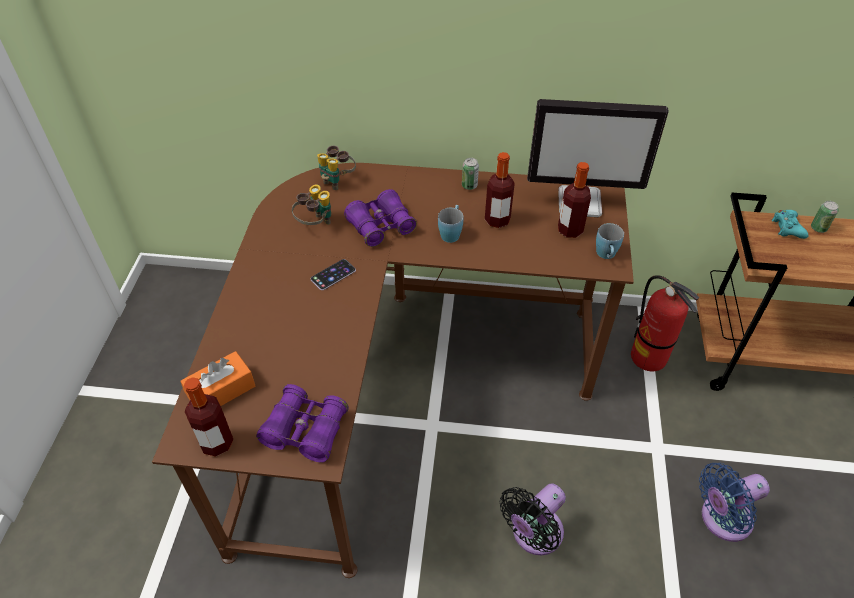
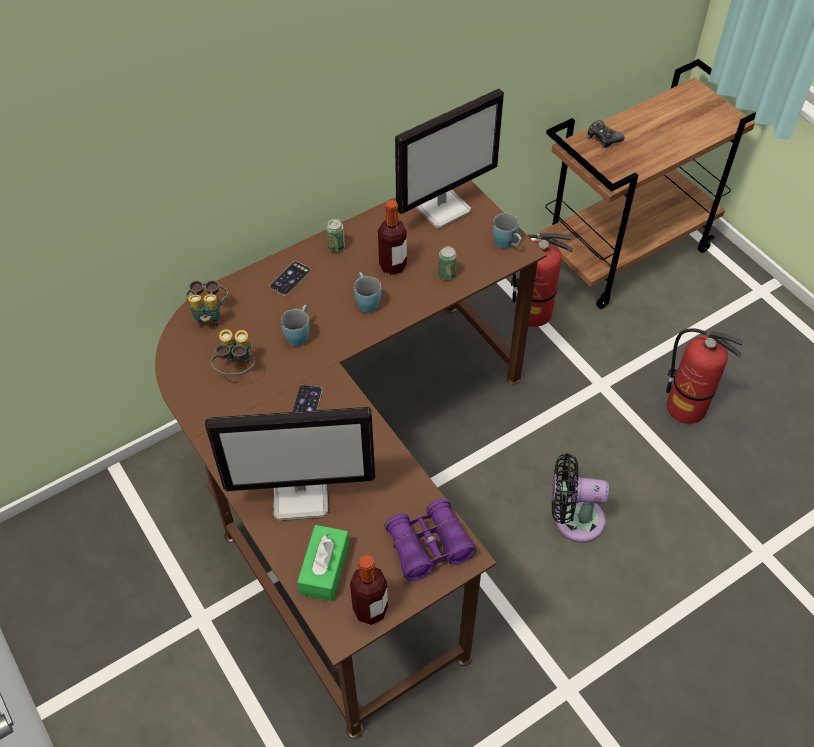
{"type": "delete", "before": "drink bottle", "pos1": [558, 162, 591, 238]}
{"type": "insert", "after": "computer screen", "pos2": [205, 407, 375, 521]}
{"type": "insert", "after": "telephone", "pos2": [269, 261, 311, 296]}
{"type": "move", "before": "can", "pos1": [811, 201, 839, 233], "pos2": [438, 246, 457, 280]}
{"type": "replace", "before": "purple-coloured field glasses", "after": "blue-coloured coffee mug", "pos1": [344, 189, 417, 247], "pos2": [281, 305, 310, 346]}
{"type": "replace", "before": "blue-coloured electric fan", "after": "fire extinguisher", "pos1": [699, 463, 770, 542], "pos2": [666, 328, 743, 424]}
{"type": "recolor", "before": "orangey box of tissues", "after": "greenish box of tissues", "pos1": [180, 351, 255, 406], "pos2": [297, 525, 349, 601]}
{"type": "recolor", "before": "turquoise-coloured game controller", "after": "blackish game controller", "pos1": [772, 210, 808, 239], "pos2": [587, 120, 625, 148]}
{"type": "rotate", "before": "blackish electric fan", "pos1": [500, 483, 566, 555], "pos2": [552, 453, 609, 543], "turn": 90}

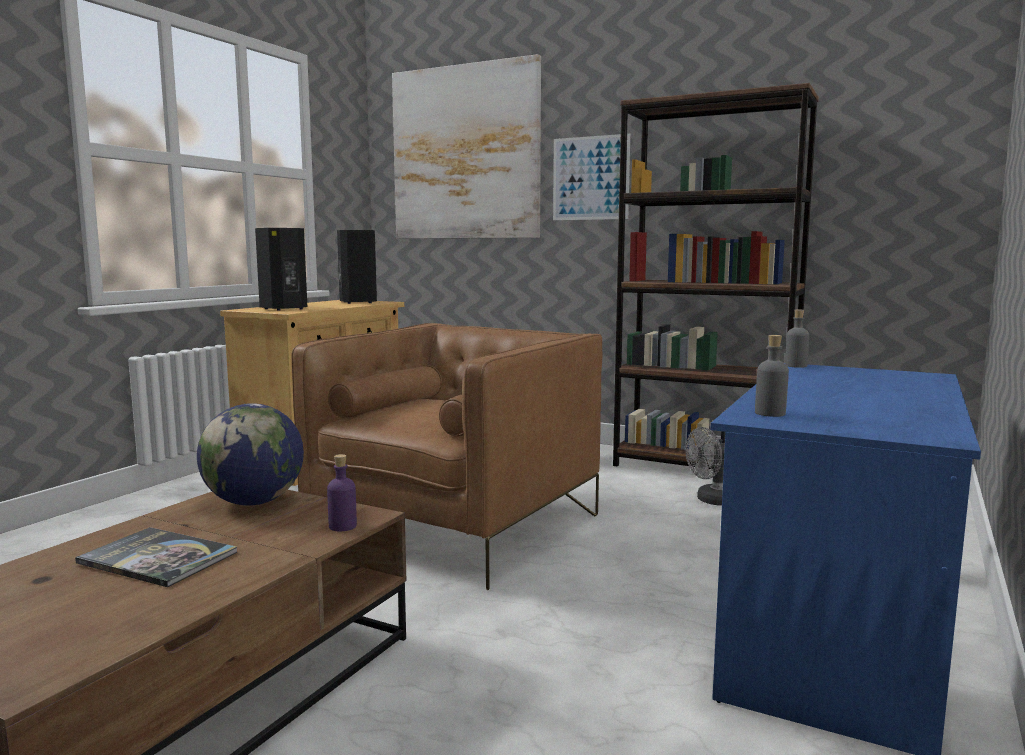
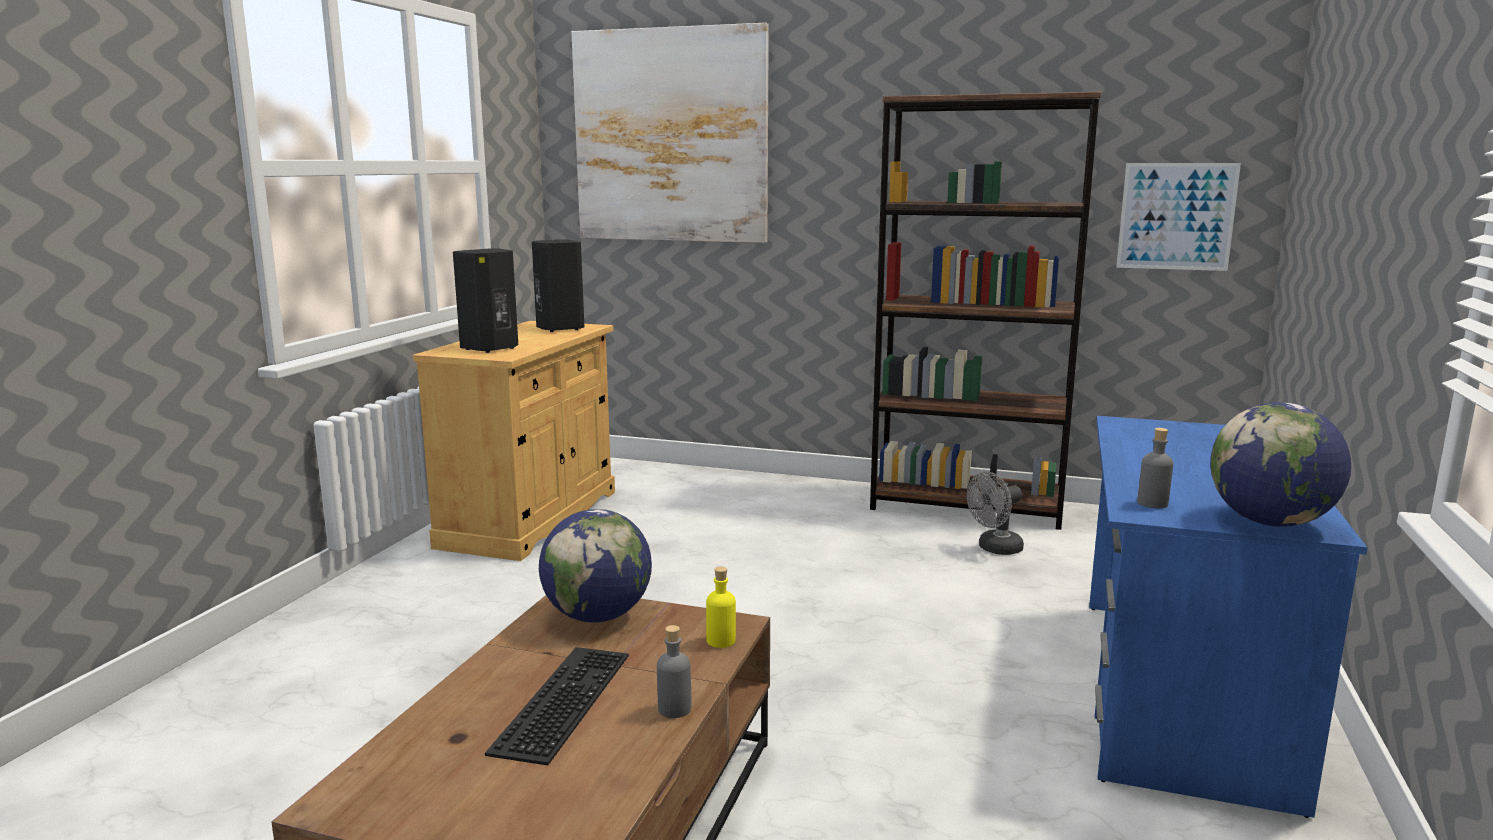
{"type": "delete", "before": "brown armchair", "pos1": [291, 323, 603, 590]}
{"type": "insert", "after": "globe", "pos2": [1210, 402, 1351, 527]}
{"type": "move", "before": "wall picture", "pos1": [553, 134, 630, 220], "pos2": [1116, 163, 1241, 271]}
{"type": "move", "before": "gray drink bottle", "pos1": [785, 310, 809, 368], "pos2": [657, 625, 691, 718]}
{"type": "replace", "before": "book", "after": "computer keyboard", "pos1": [75, 527, 238, 587], "pos2": [485, 647, 629, 765]}
{"type": "recolor", "before": "purple-coloured drink bottle", "after": "yellowish drink bottle", "pos1": [327, 454, 357, 531], "pos2": [706, 567, 736, 648]}

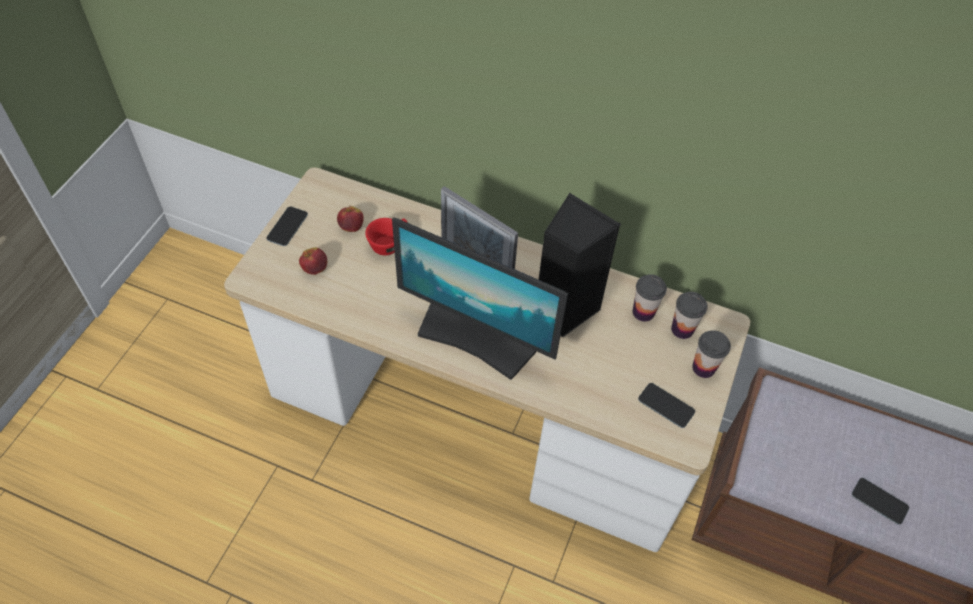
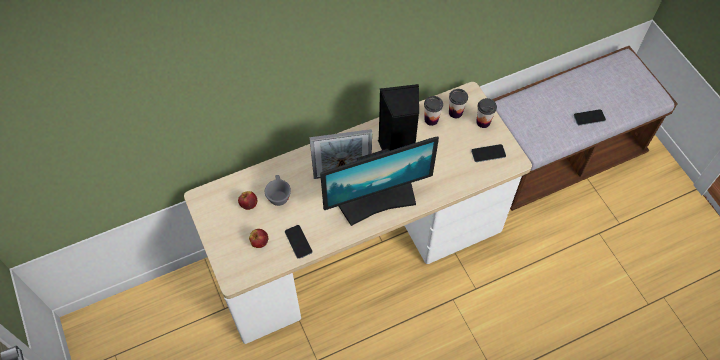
{"type": "move", "before": "telephone", "pos1": [266, 207, 308, 246], "pos2": [285, 225, 312, 259]}
{"type": "recolor", "before": "reddish cup", "after": "gray cup", "pos1": [365, 218, 407, 255], "pos2": [265, 175, 291, 206]}

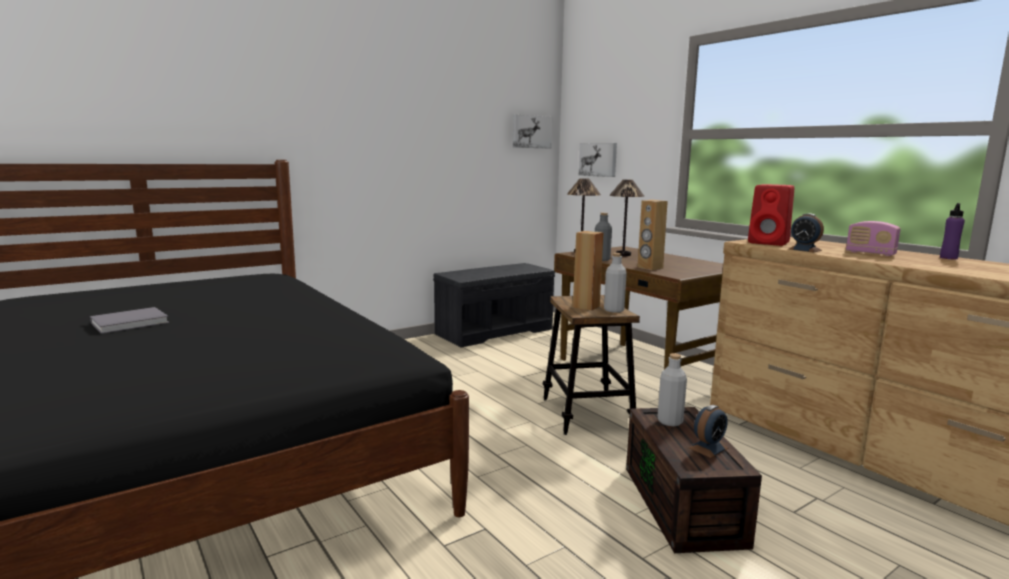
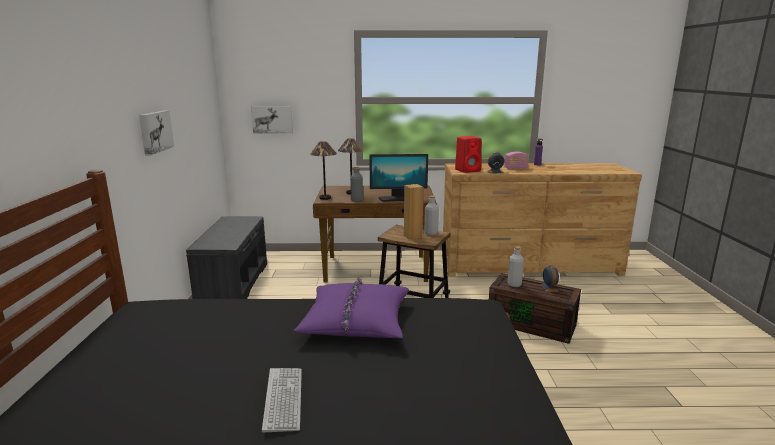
{"type": "insert", "after": "purple-coloured pillow", "pos2": [293, 277, 409, 338]}
{"type": "move", "before": "wall picture", "pos1": [513, 115, 552, 148], "pos2": [139, 110, 174, 155]}
{"type": "replace", "before": "gray book", "after": "computer keyboard", "pos1": [90, 307, 169, 334], "pos2": [262, 368, 302, 433]}
{"type": "replace", "before": "brown loudspeaker", "after": "computer screen", "pos1": [637, 200, 668, 270], "pos2": [369, 154, 428, 202]}

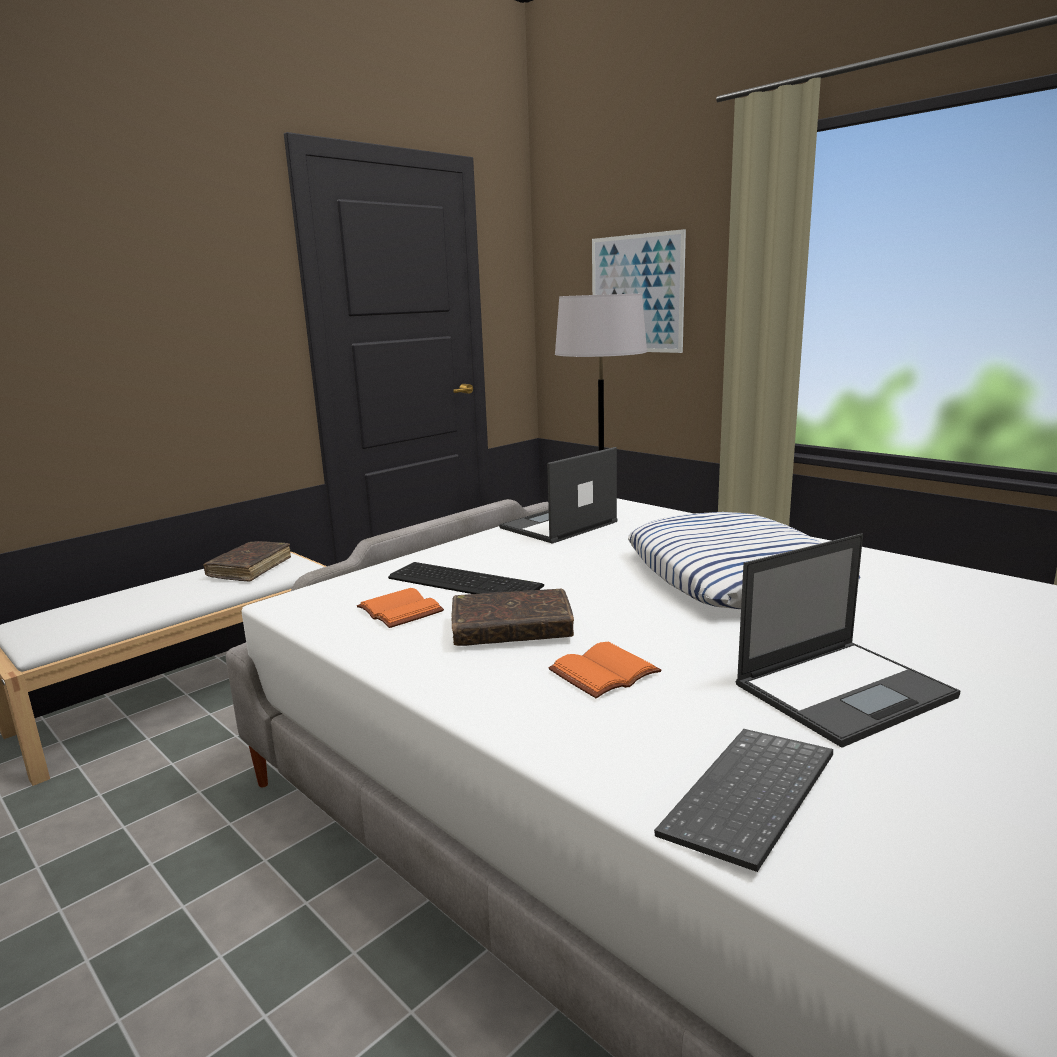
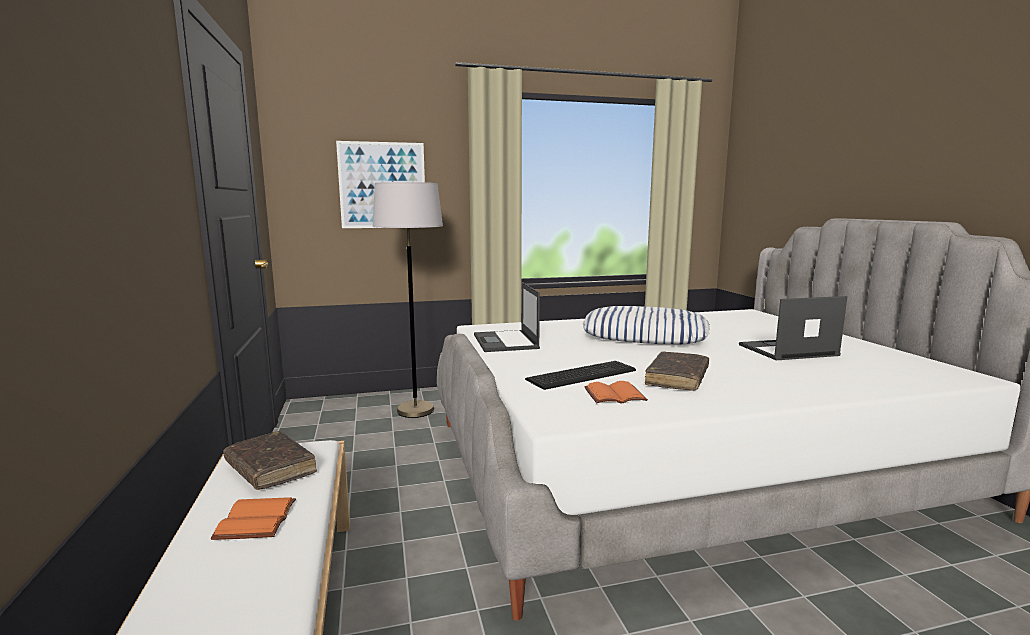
{"type": "delete", "before": "computer keyboard", "pos1": [654, 729, 833, 872]}
{"type": "move", "before": "orangey book", "pos1": [549, 642, 661, 699], "pos2": [210, 497, 296, 540]}
{"type": "rotate", "before": "portable computer", "pos1": [736, 533, 960, 748], "pos2": [739, 296, 847, 360], "turn": -105}

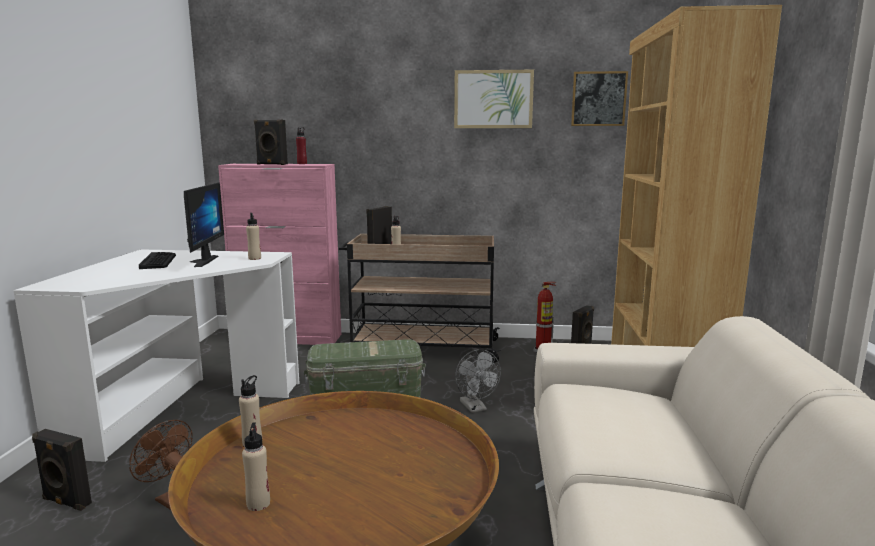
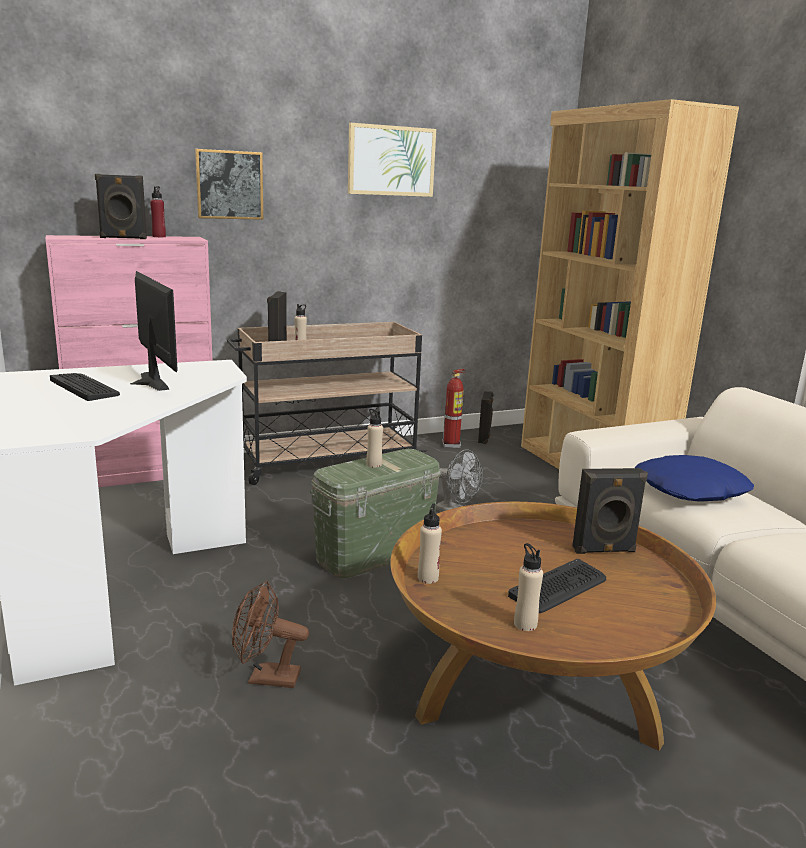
{"type": "insert", "after": "computer keyboard", "pos2": [508, 559, 606, 613]}
{"type": "insert", "after": "blue-coloured pillow", "pos2": [635, 455, 754, 502]}
{"type": "move", "before": "blackish loudspeaker", "pos1": [32, 429, 92, 511], "pos2": [572, 468, 648, 554]}
{"type": "move", "before": "beige-coloured drink bottle", "pos1": [246, 213, 261, 260], "pos2": [366, 409, 383, 467]}
{"type": "move", "before": "wall picture", "pos1": [571, 71, 628, 126], "pos2": [195, 149, 263, 220]}

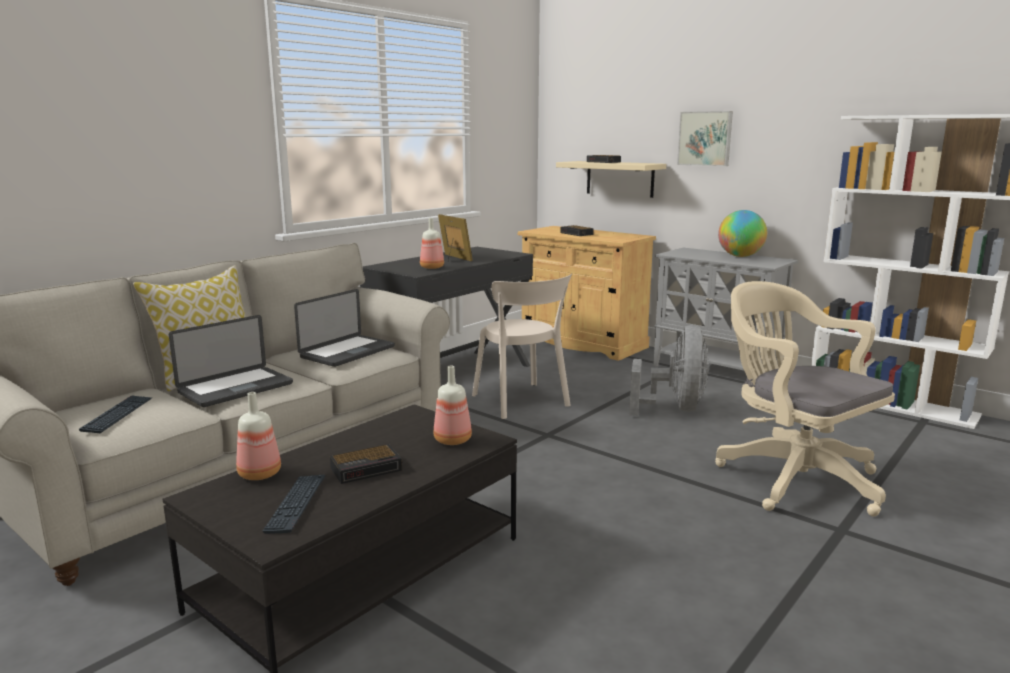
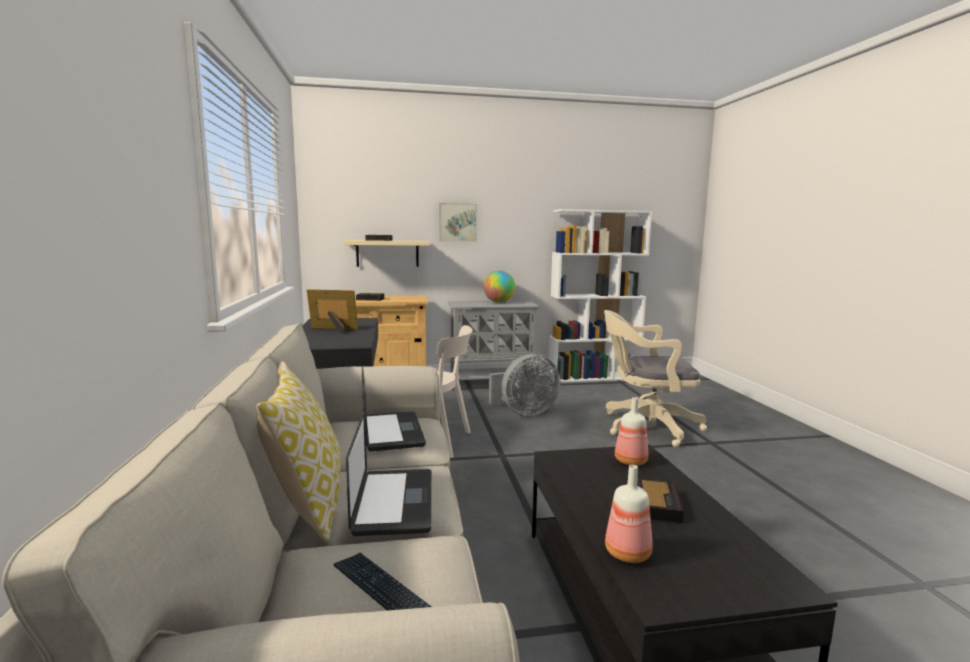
{"type": "delete", "before": "computer keyboard", "pos1": [263, 475, 325, 534]}
{"type": "delete", "before": "drink bottle", "pos1": [420, 218, 444, 269]}
{"type": "rotate", "before": "gray electric fan", "pos1": [629, 325, 709, 416], "pos2": [489, 354, 560, 416], "turn": 105}

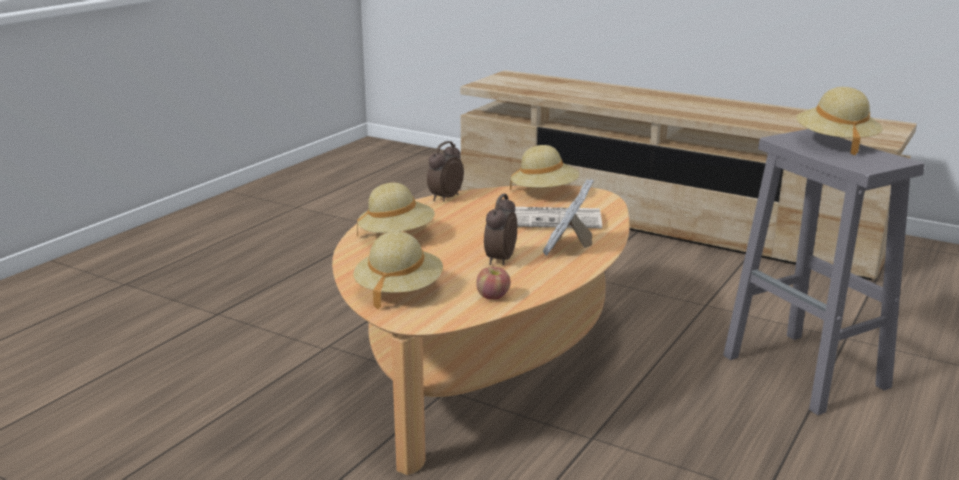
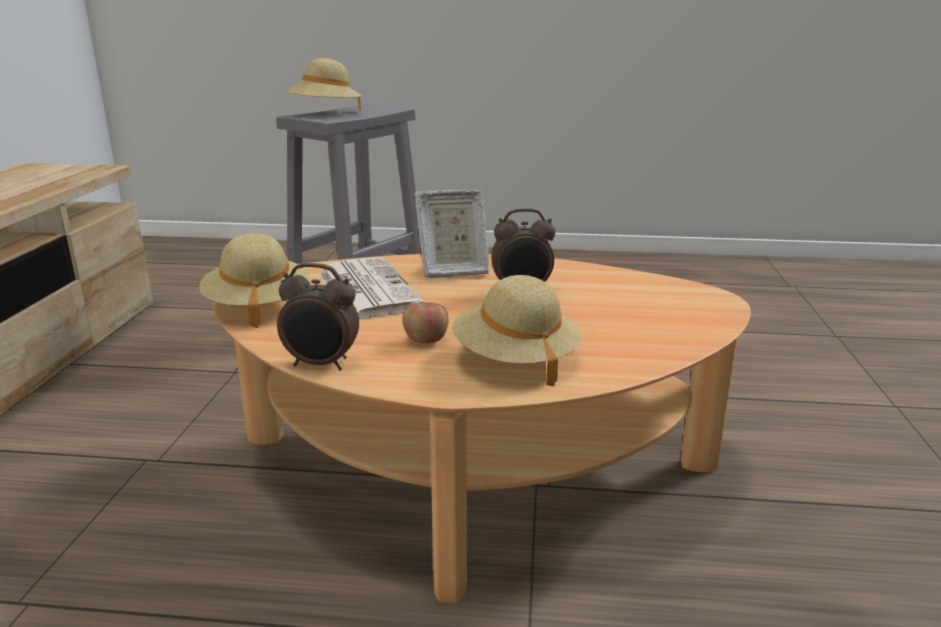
{"type": "delete", "before": "beige-coloured clothing hat", "pos1": [353, 231, 443, 310]}
{"type": "move", "before": "apple fruit", "pos1": [476, 267, 511, 300], "pos2": [403, 302, 449, 343]}

